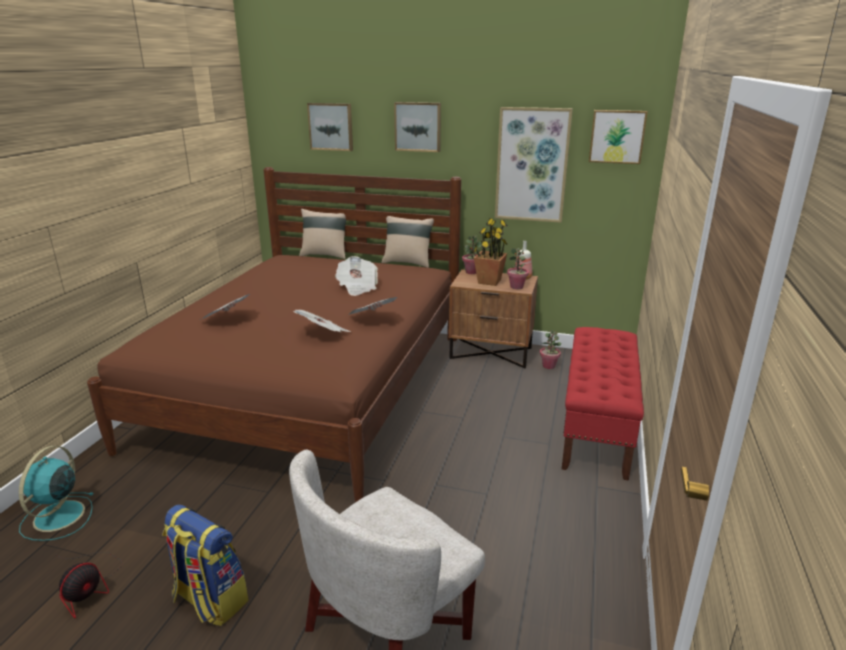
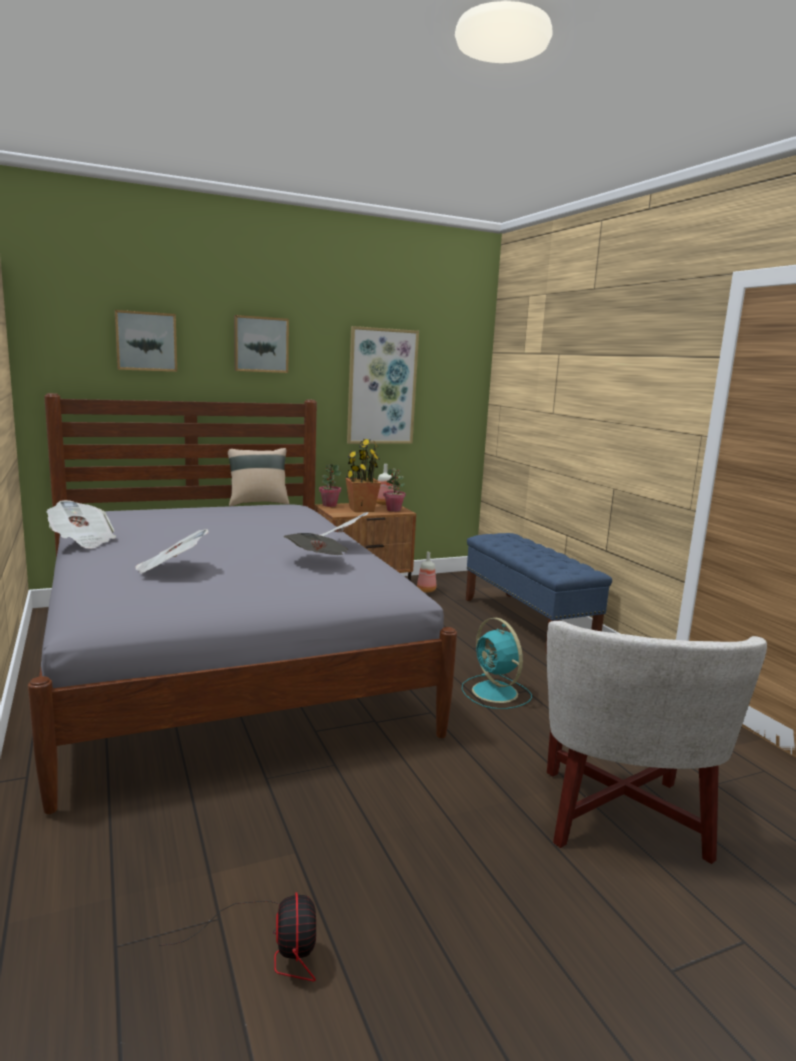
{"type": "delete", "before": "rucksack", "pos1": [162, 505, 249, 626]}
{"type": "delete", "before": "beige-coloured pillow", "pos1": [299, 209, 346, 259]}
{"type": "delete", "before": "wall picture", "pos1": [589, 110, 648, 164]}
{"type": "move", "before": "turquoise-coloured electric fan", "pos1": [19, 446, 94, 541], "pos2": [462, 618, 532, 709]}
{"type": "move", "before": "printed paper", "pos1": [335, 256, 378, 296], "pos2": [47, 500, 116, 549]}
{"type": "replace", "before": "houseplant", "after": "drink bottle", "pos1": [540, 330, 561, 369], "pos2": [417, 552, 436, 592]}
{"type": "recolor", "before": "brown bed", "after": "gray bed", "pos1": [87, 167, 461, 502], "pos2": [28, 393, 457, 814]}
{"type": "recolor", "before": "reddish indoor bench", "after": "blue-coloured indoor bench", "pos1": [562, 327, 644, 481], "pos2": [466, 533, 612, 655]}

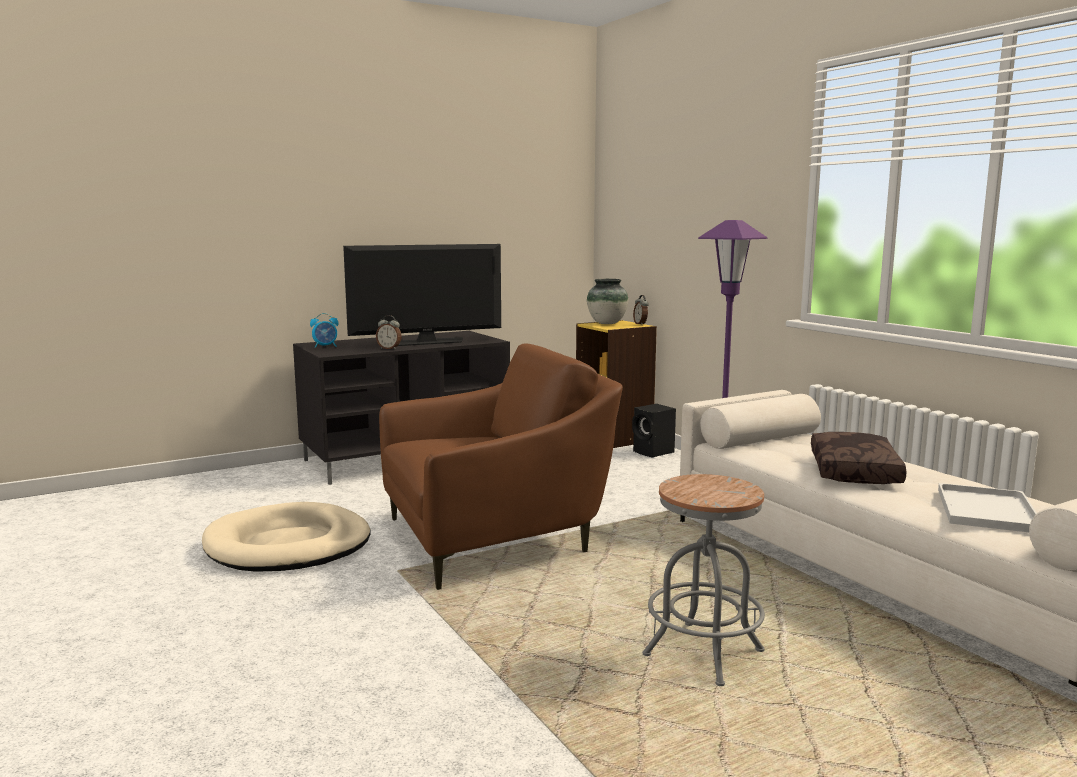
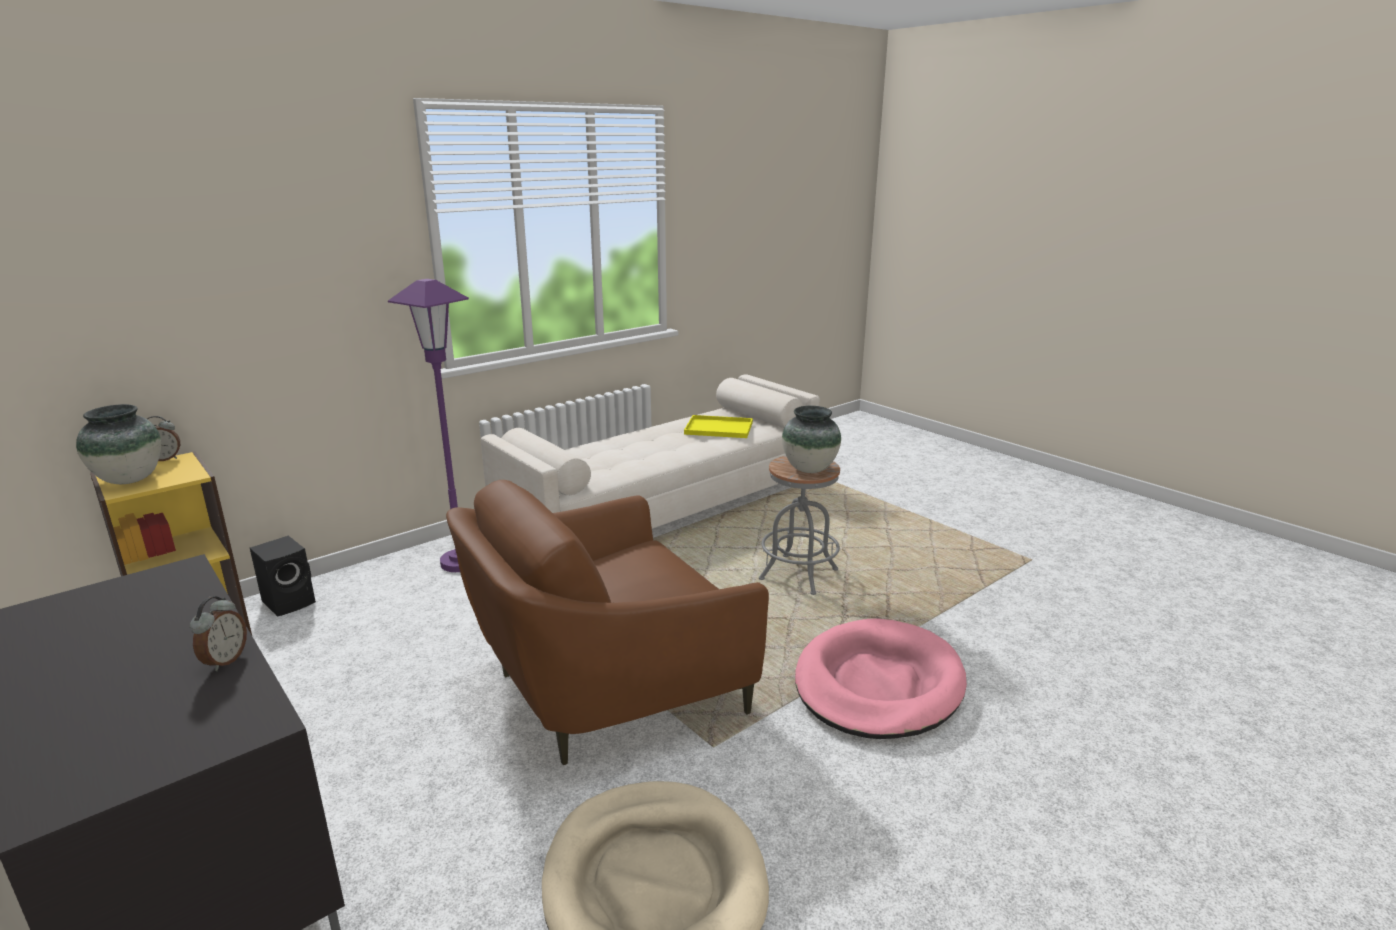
{"type": "delete", "before": "table clock", "pos1": [310, 313, 339, 348]}
{"type": "delete", "before": "TV set", "pos1": [343, 244, 501, 346]}
{"type": "delete", "before": "brown pillow", "pos1": [811, 432, 907, 484]}
{"type": "insert", "after": "vase", "pos2": [782, 406, 841, 473]}
{"type": "insert", "after": "pink-coloured dog bed", "pos2": [795, 618, 967, 739]}
{"type": "recolor", "before": "whitish serving tray", "after": "yellowish serving tray", "pos1": [938, 483, 1037, 532], "pos2": [684, 415, 753, 438]}
{"type": "rotate", "before": "brown armchair", "pos1": [379, 343, 623, 590], "pos2": [446, 480, 769, 765], "turn": -90}

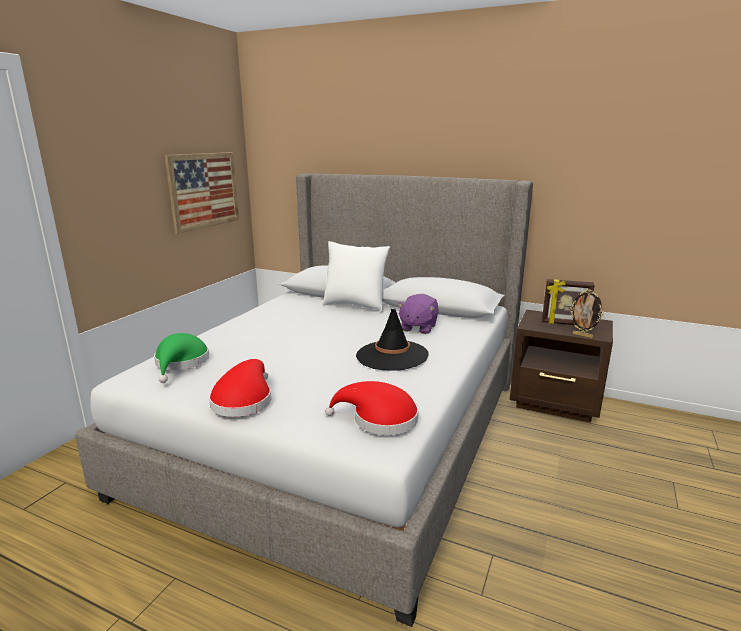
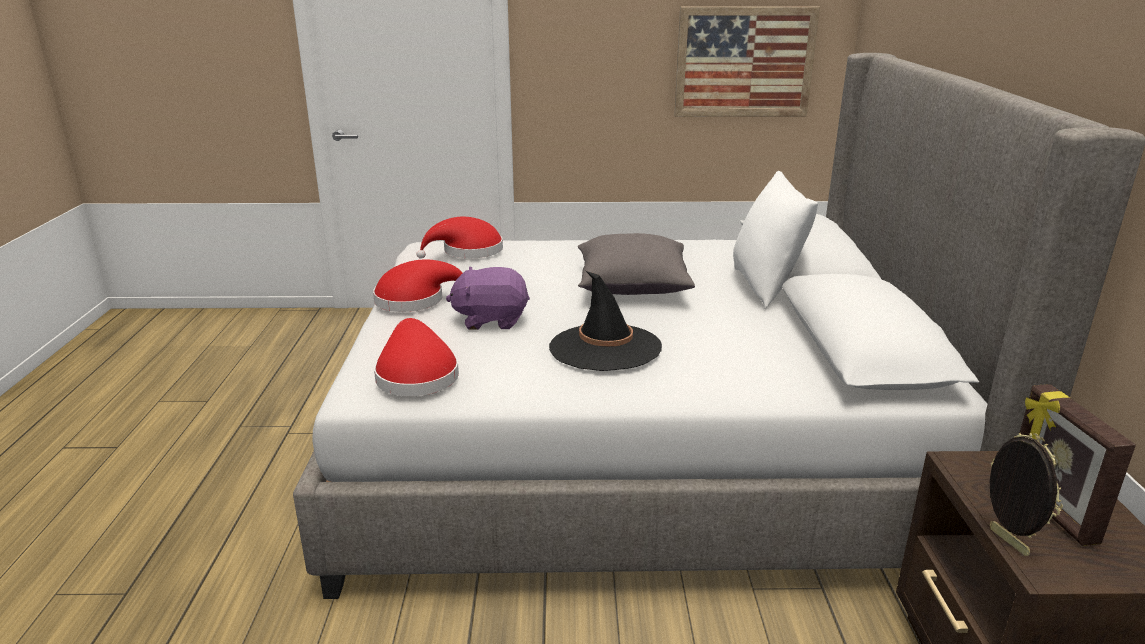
{"type": "insert", "after": "gray pillow", "pos2": [578, 233, 695, 295]}
{"type": "move", "before": "purple-coloured soft toy", "pos1": [397, 294, 439, 334], "pos2": [446, 267, 530, 330]}
{"type": "recolor", "before": "greenish clothing hat", "after": "reddish clothing hat", "pos1": [154, 333, 209, 383], "pos2": [417, 217, 503, 259]}
{"type": "rotate", "before": "photo frame", "pos1": [569, 289, 604, 338], "pos2": [990, 433, 1063, 556], "turn": 150}

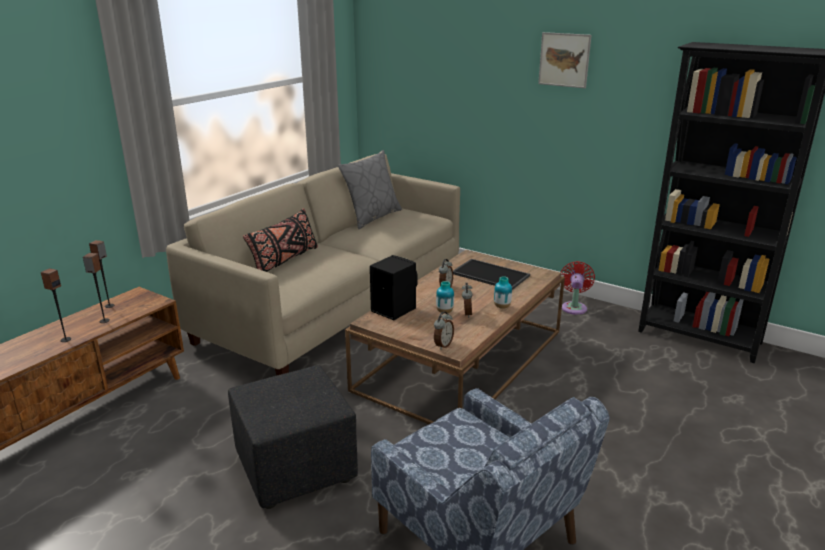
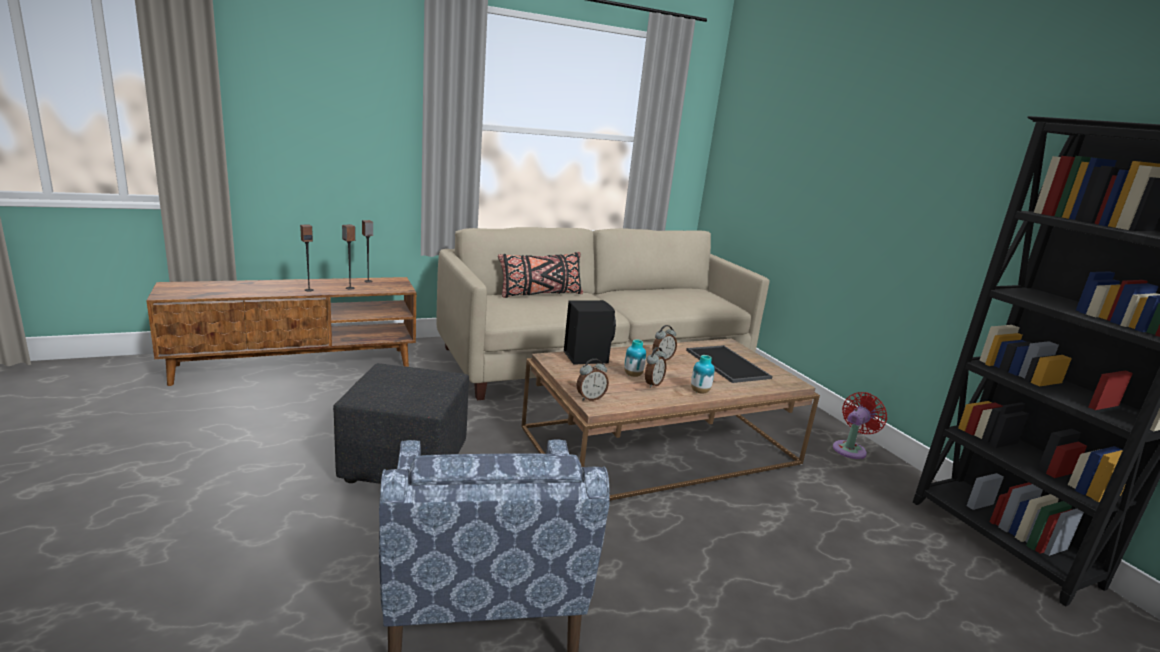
{"type": "delete", "before": "gray pillow", "pos1": [338, 150, 402, 229]}
{"type": "delete", "before": "wall picture", "pos1": [538, 32, 592, 88]}

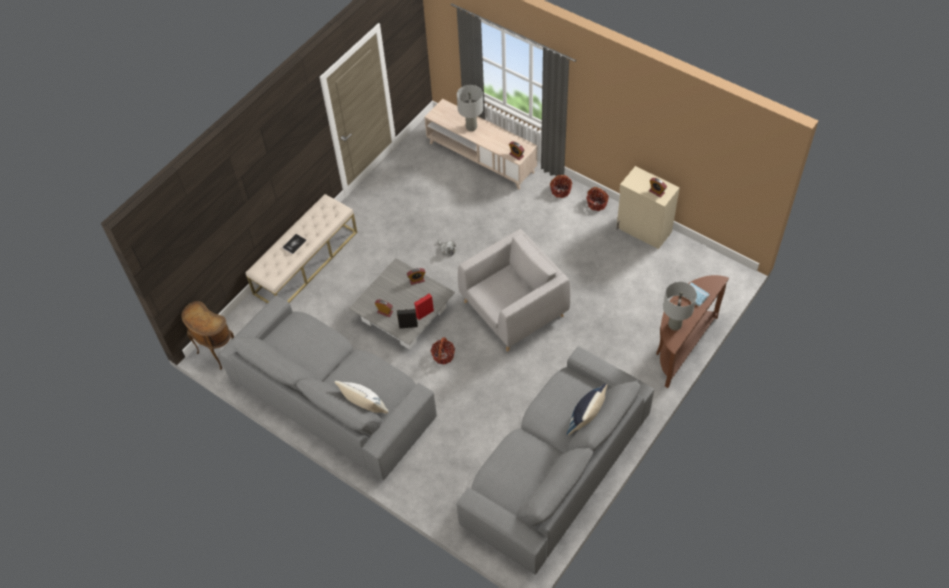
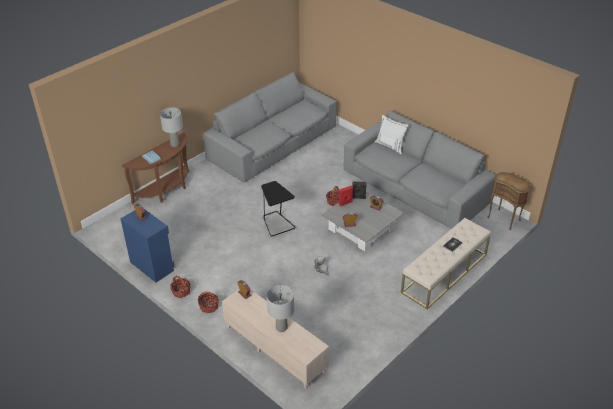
{"type": "delete", "before": "blue-coloured pillow", "pos1": [567, 383, 607, 436]}
{"type": "replace", "before": "gray armchair", "after": "blackish accent table", "pos1": [458, 229, 570, 352], "pos2": [261, 181, 295, 236]}
{"type": "recolor", "before": "beige-coloured storage cabinet", "after": "blue-coloured storage cabinet", "pos1": [616, 166, 680, 249], "pos2": [120, 208, 175, 282]}

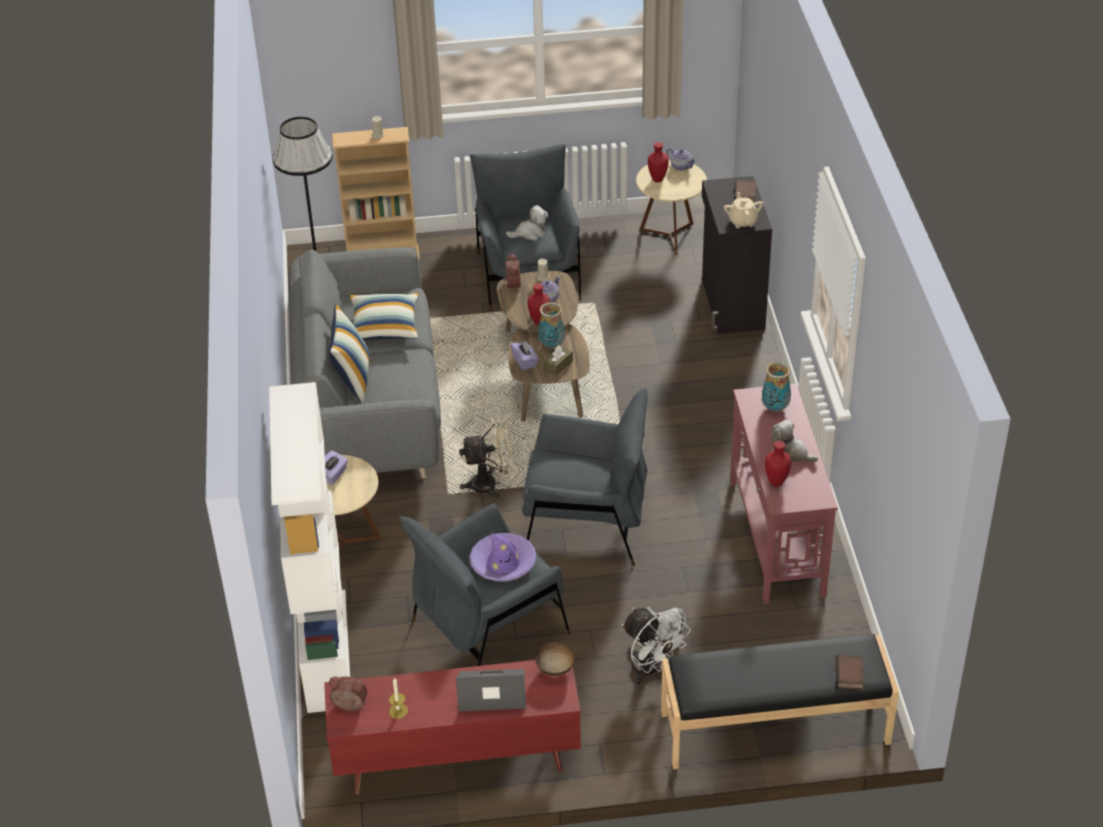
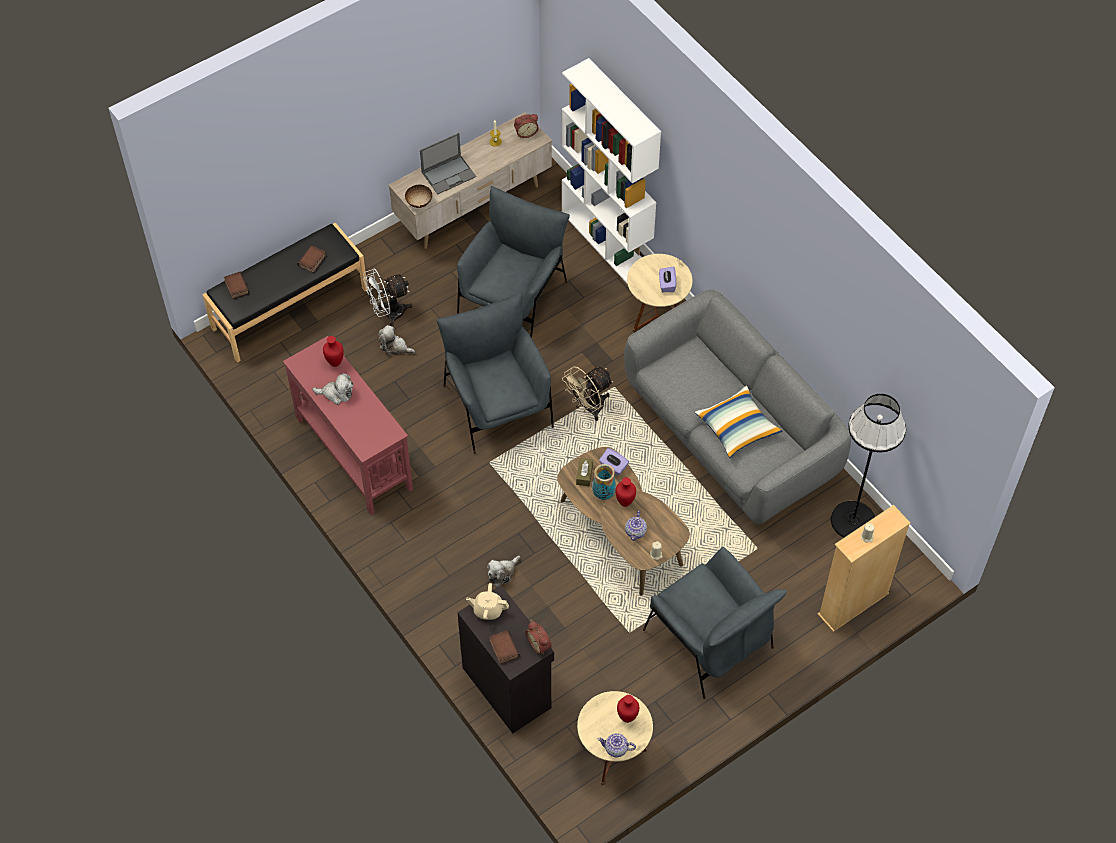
{"type": "delete", "before": "pillow", "pos1": [329, 304, 369, 403]}
{"type": "delete", "before": "purple-coloured clothing hat", "pos1": [469, 533, 537, 581]}
{"type": "delete", "before": "vase", "pos1": [762, 362, 791, 412]}
{"type": "insert", "after": "book", "pos2": [297, 245, 326, 273]}
{"type": "move", "before": "table clock", "pos1": [503, 253, 521, 291], "pos2": [526, 621, 552, 655]}
{"type": "move", "before": "soft toy", "pos1": [506, 205, 549, 241], "pos2": [487, 556, 520, 587]}
{"type": "recolor", "before": "reddish tv unit", "after": "beige-coloured tv unit", "pos1": [324, 660, 581, 795], "pos2": [388, 112, 552, 249]}
{"type": "rotate", "before": "gray armchair", "pos1": [522, 388, 648, 566], "pos2": [436, 293, 554, 454], "turn": 90}
{"type": "rotate", "before": "whitish electric fan", "pos1": [622, 608, 691, 685], "pos2": [363, 269, 413, 327], "turn": -45}
{"type": "rotate", "before": "beige-coloured tea pot", "pos1": [724, 192, 763, 228], "pos2": [466, 583, 509, 620], "turn": 135}

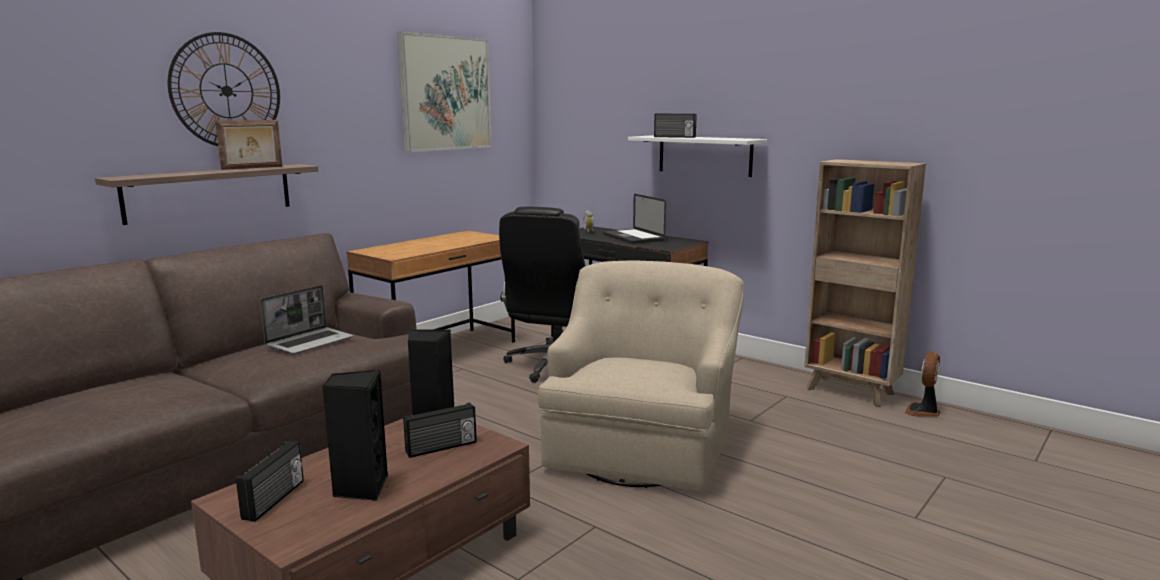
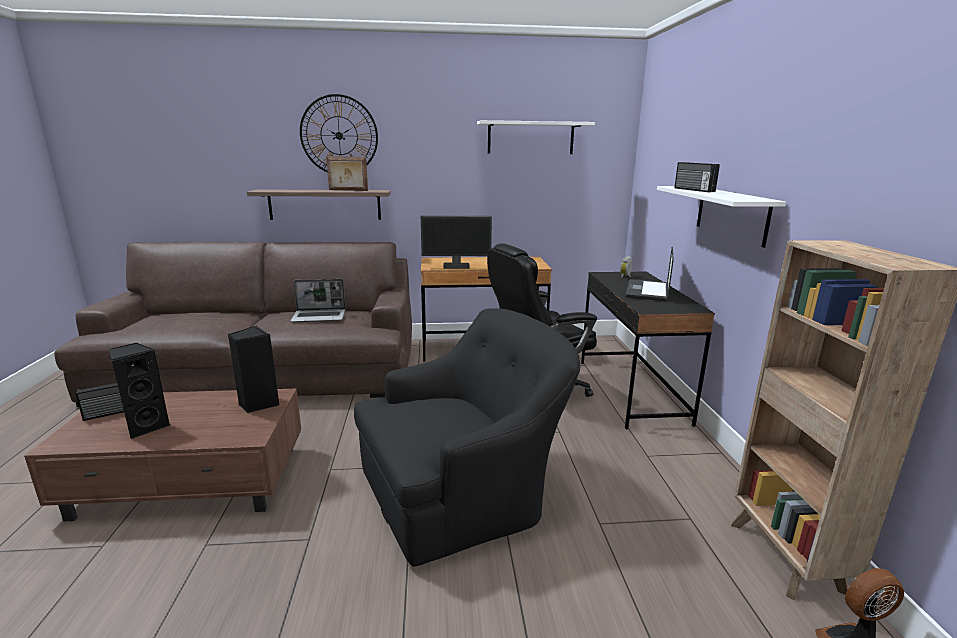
{"type": "delete", "before": "radio receiver", "pos1": [403, 402, 477, 458]}
{"type": "insert", "after": "computer screen", "pos2": [421, 215, 492, 269]}
{"type": "replace", "before": "wall picture", "after": "whitish wall shelf", "pos1": [397, 32, 492, 152], "pos2": [477, 120, 595, 154]}
{"type": "recolor", "before": "beige-coloured armchair", "after": "blackish armchair", "pos1": [538, 260, 744, 491], "pos2": [354, 308, 581, 567]}

